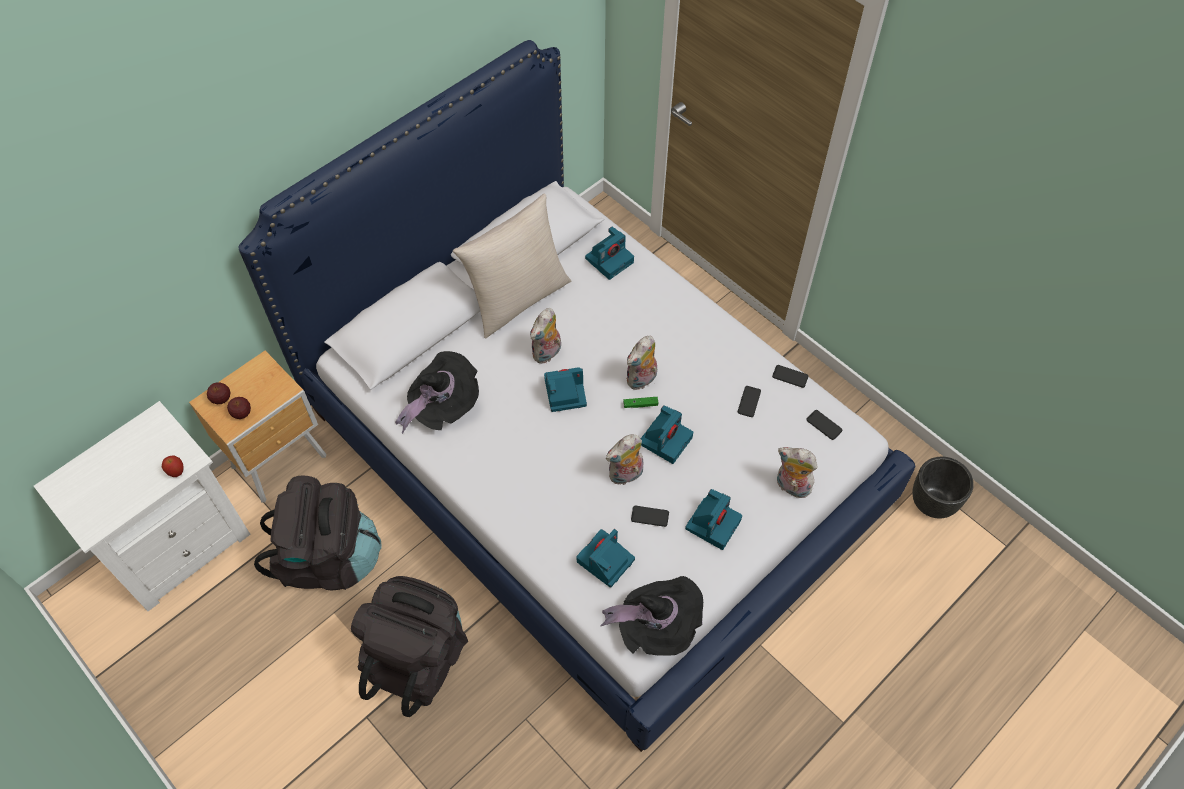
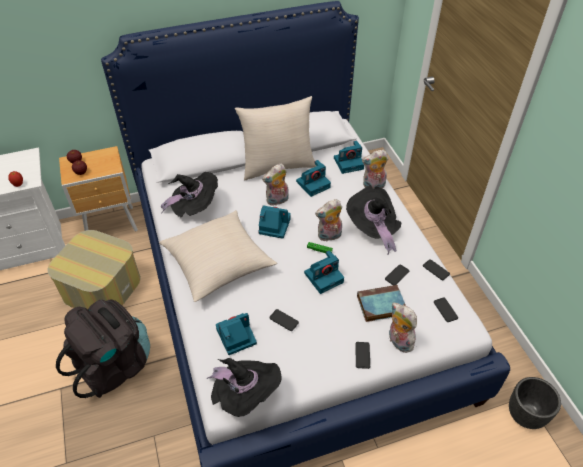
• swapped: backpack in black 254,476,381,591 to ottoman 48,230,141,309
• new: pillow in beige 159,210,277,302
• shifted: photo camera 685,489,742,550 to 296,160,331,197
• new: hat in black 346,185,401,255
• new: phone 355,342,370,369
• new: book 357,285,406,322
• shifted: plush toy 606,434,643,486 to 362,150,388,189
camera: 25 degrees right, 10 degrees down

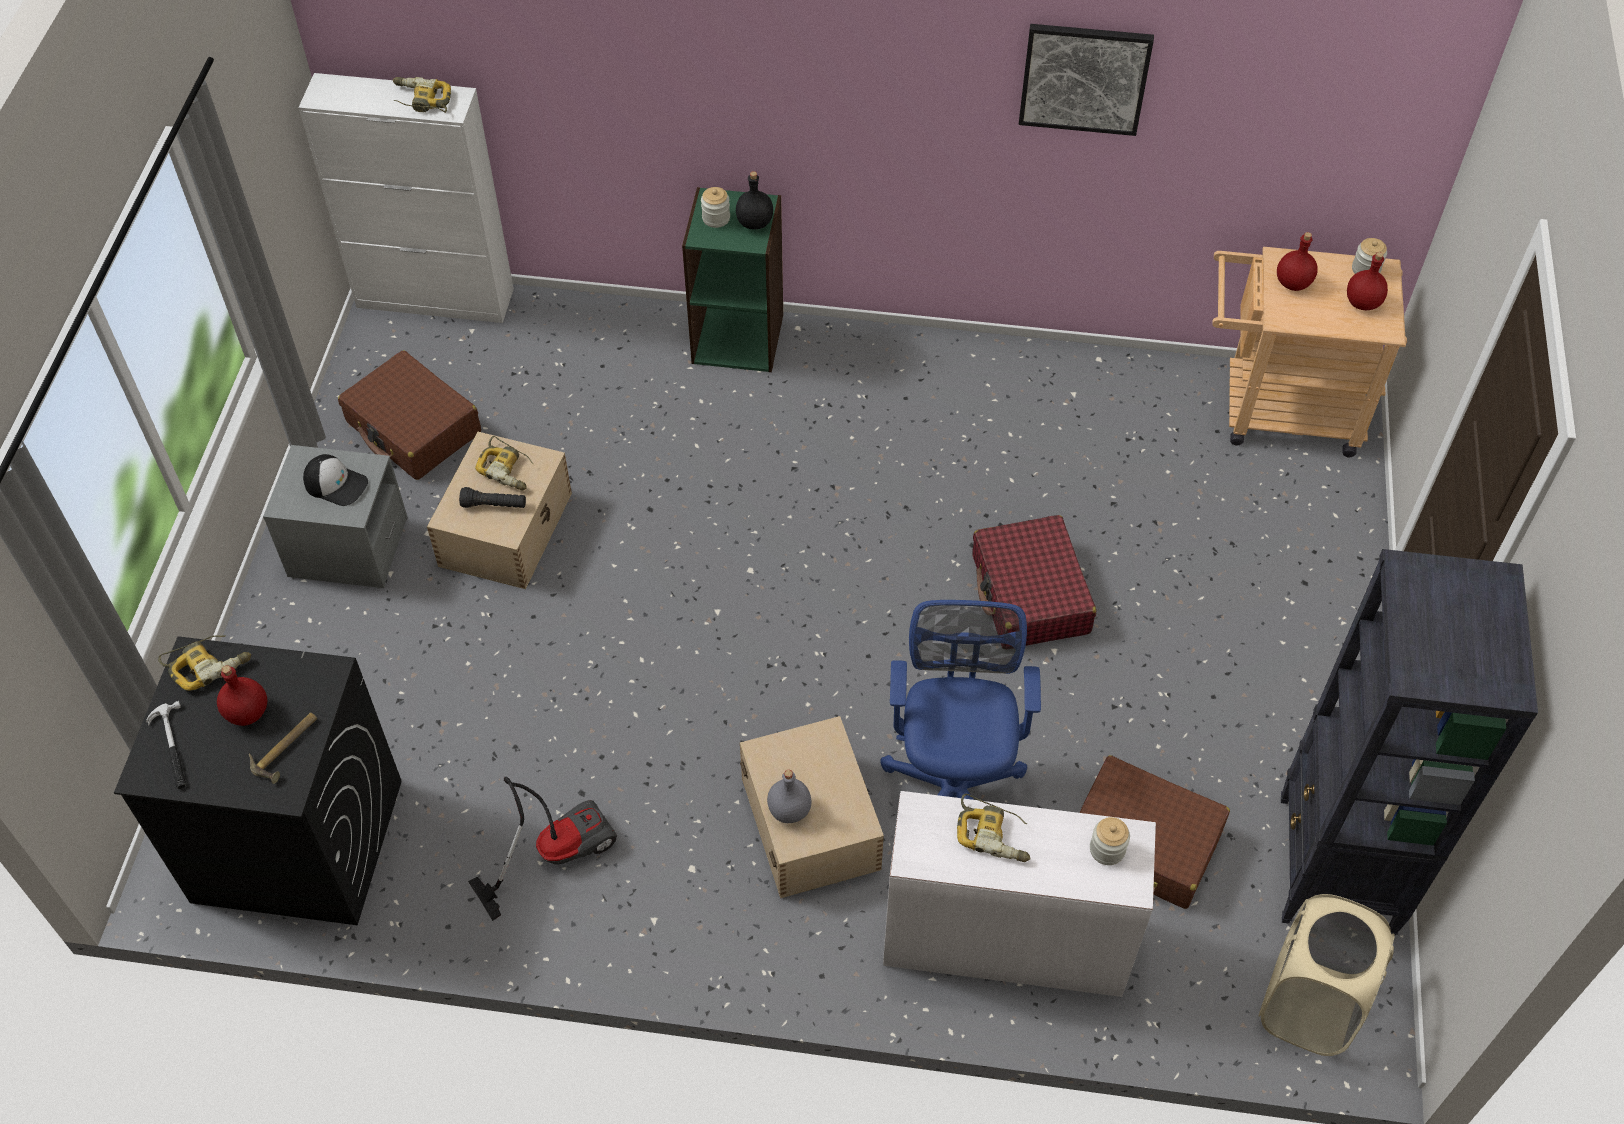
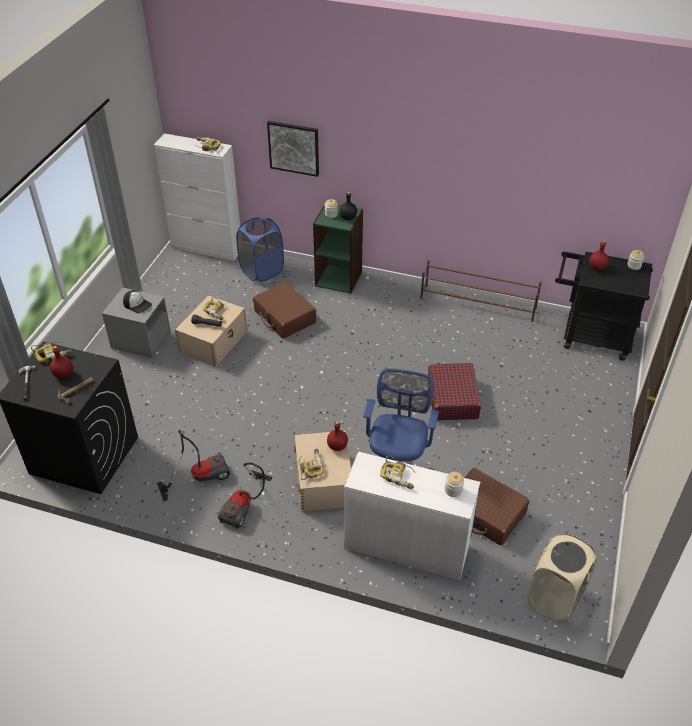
• new: vacuum cleaner 218,462,273,529
• new: laundry basket in blue 236,217,284,282
• shifted: suitcase in brown 338,350,481,480 to 253,282,316,339
• shifted: picture 1018,24,1154,136 to 267,121,319,177
• swapped: bottle in grey 767,770,812,823 to power drill 299,448,324,480
• shifted: bottle in red 1347,252,1388,310 to 327,421,348,451
• new: shoe rack in brown 420,259,542,322
• repainted: cart in beige 1212,247,1407,457 to cart in black 555,252,653,361
• gone: bookcase in black 1281,549,1538,935
camera: 10 degrees right, 10 degrees down

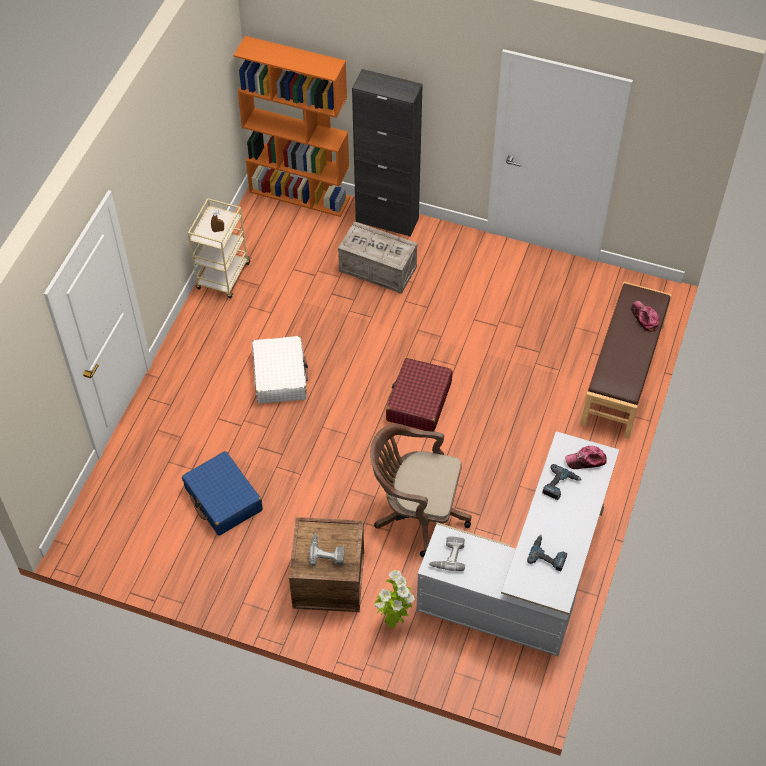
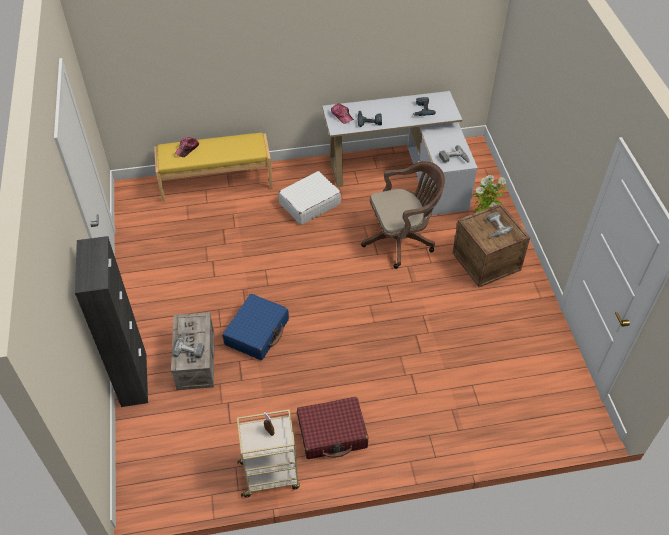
• repainted: bench in brown 580,282,672,439 to bench in yellow 154,133,273,202
• new: power drill 173,332,204,358
• shifted: suitcase in blue 182,451,263,536 to 222,294,289,360
• shifted: suitcase in white 252,336,308,404 to 279,171,341,225
• shifted: suitcase in red 386,358,453,432 to 297,397,368,459
• rotated: office chair in brown 370,424,472,557 = 361,161,445,269 90 degrees counterclockwise
• gone: bookcase in orange 233,36,350,217
camera: 120 degrees left, 5 degrees down

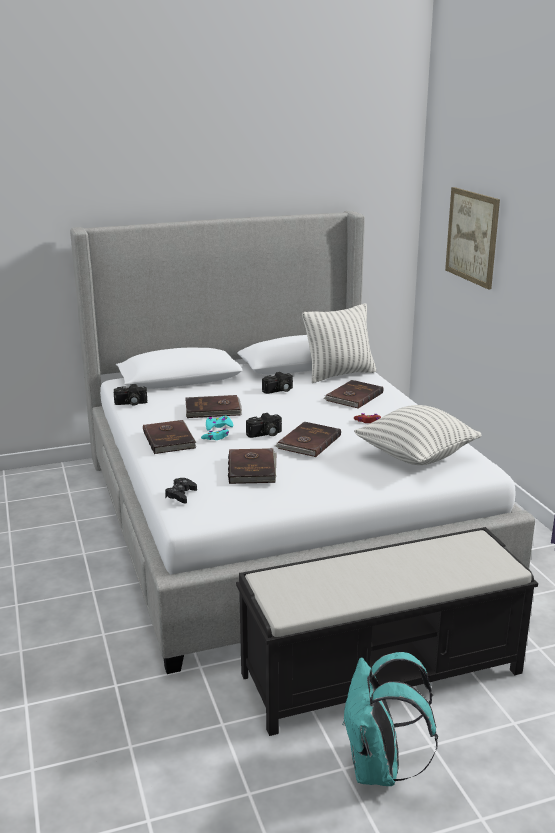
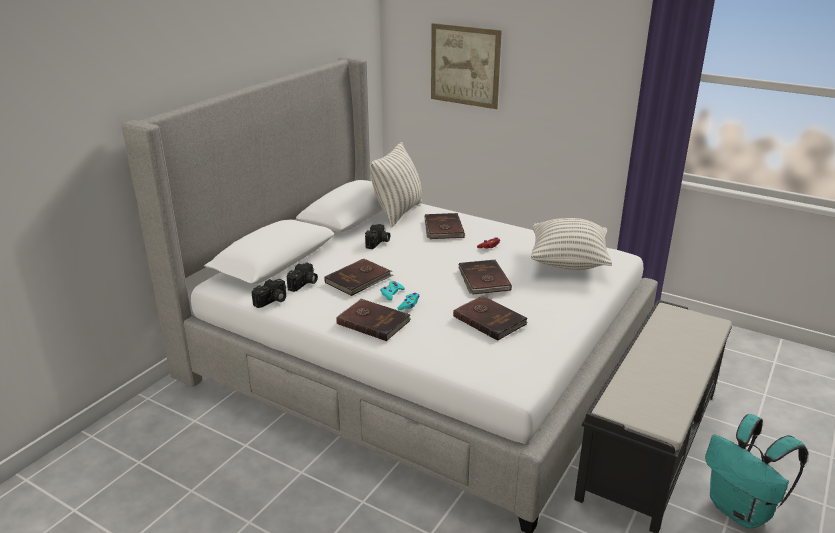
• shifted: photo camera 246,413,282,438 to 287,263,318,292
• gone: game controller in black 165,478,197,503
camera: 40 degrees left, 5 degrees up

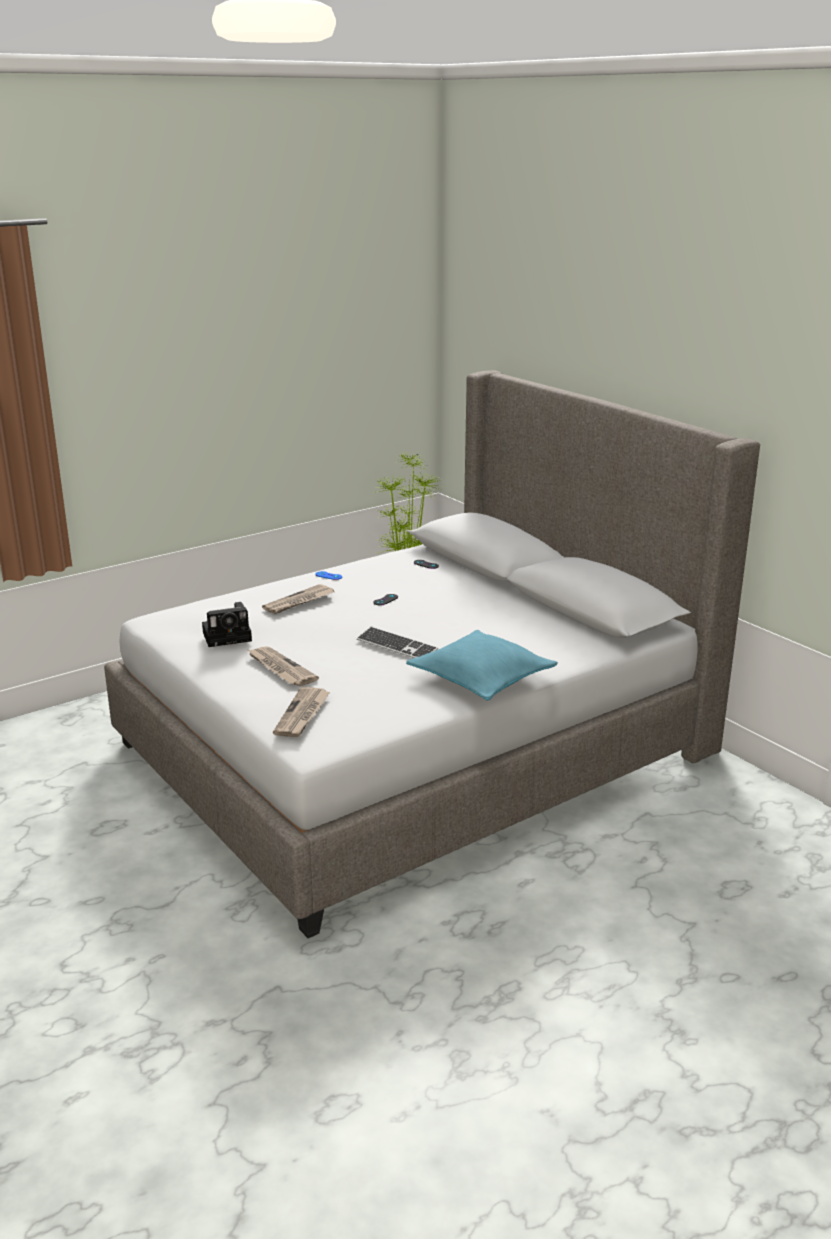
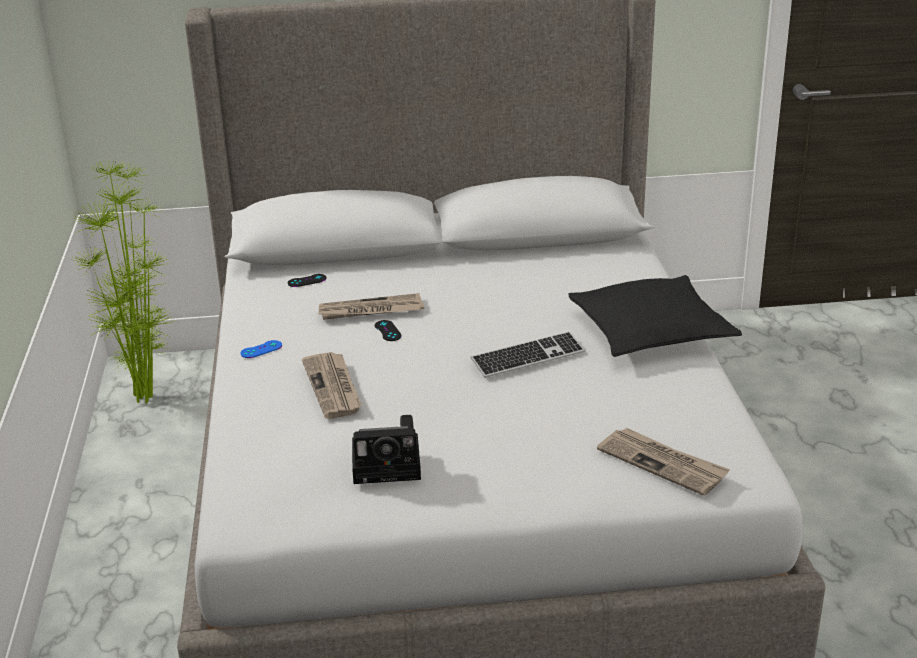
• shifted: newspaper 248,646,319,686 to 319,293,424,320
• rotated: photo camera 202,602,252,647 = 352,415,421,484 75 degrees clockwise
• repainted: pillow in turquoise 406,630,558,700 to pillow in black 568,275,742,357
camera: 60 degrees left, 5 degrees up

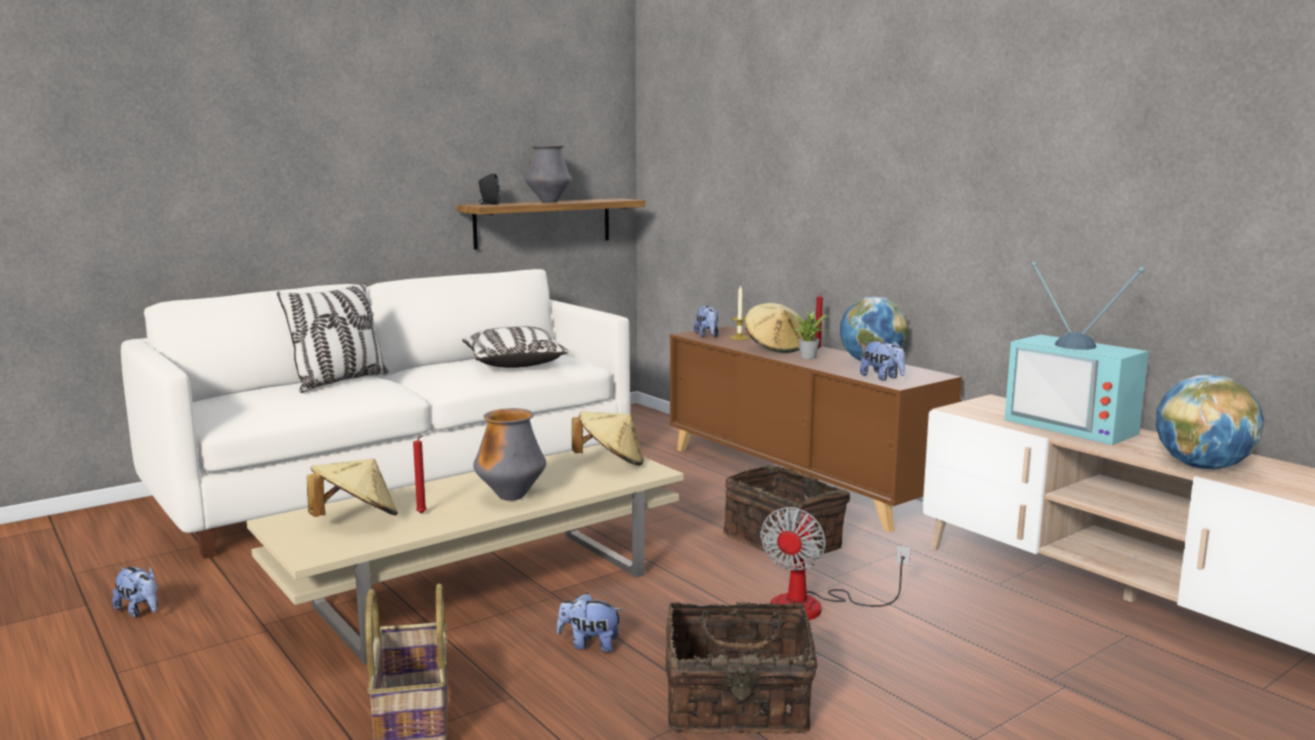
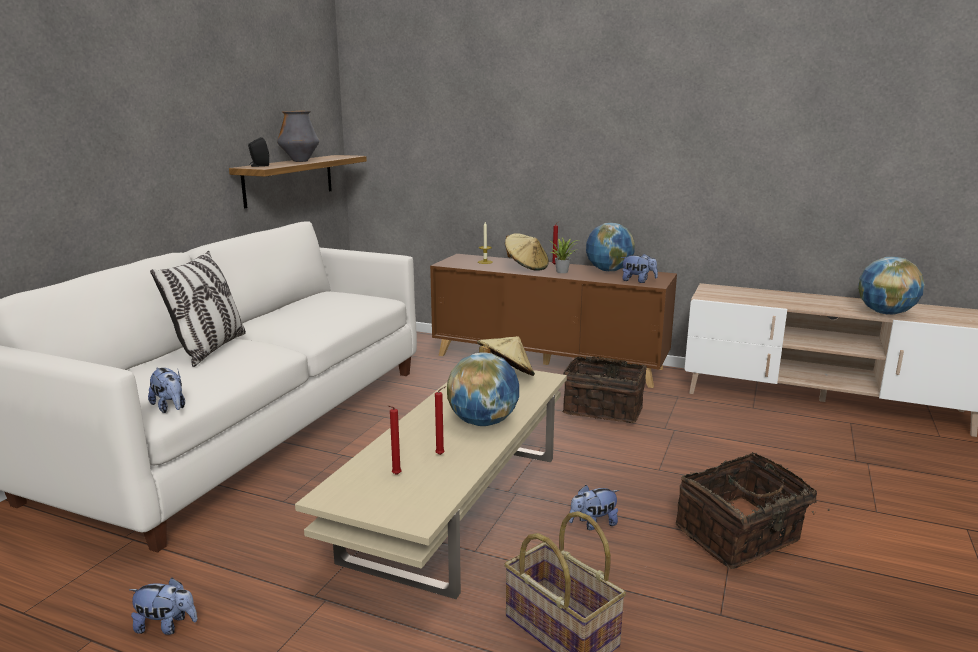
• shifted: plush toy 694,306,718,338 to 148,367,185,413
• swapped: hat in beige 307,459,398,517 to candle in red 388,405,401,475
• swapped: vase 473,408,546,501 to globe 447,352,519,426
• gone: pillow 462,326,569,368
• gone: fan 760,507,911,620
• gone: television 1005,262,1149,445
camera: 30 degrees left, 5 degrees up

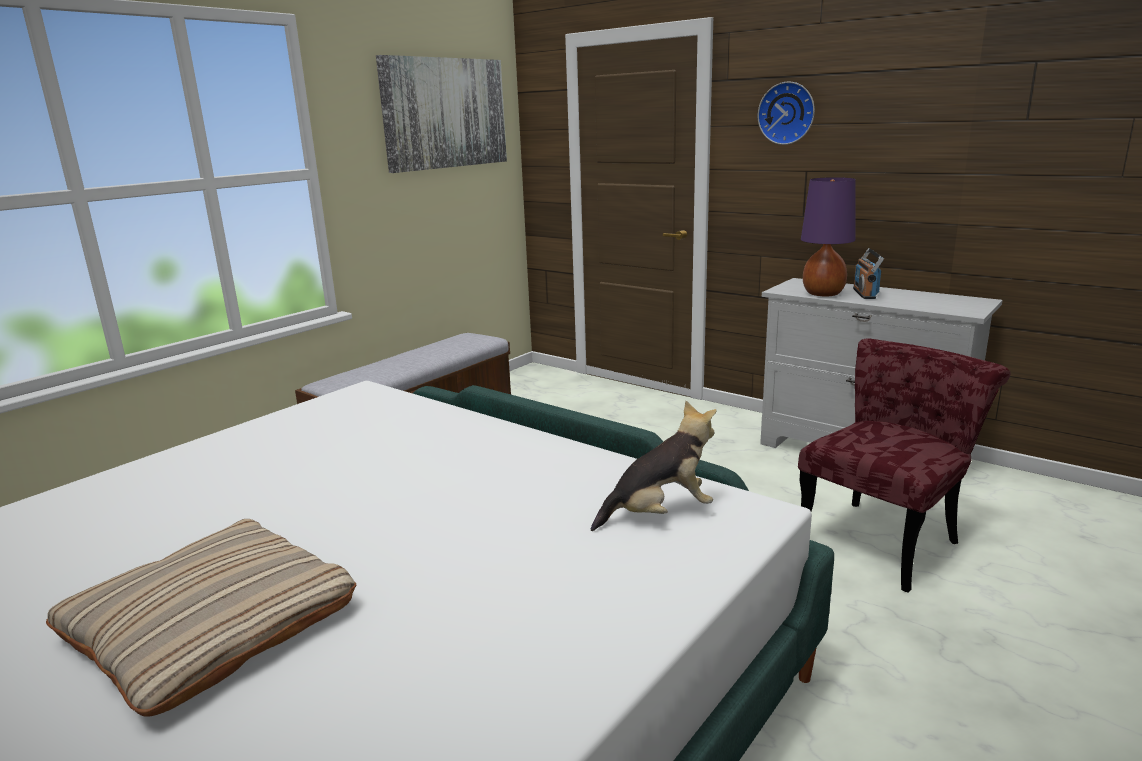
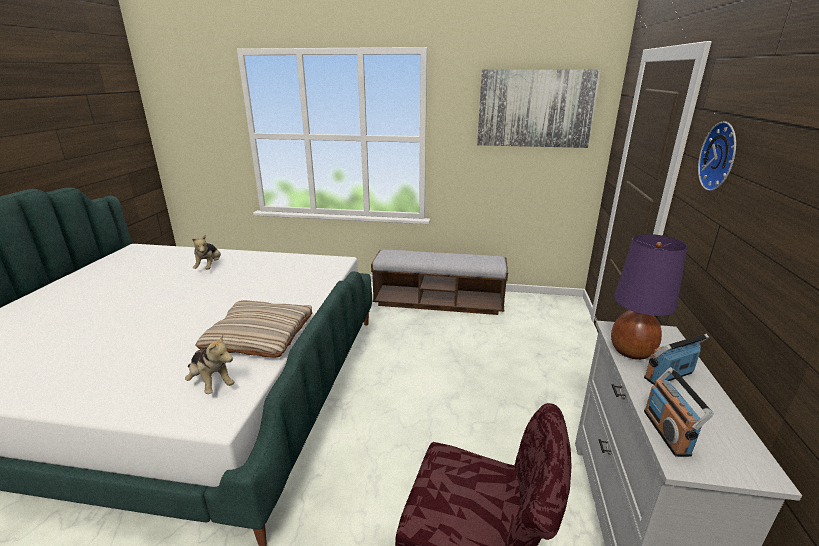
• new: plush toy 192,235,221,270
• shifted: pillow in beige 46,519,356,717 to 195,300,312,358
• new: radio 644,367,714,457
camera: 60 degrees right, 5 degrees up

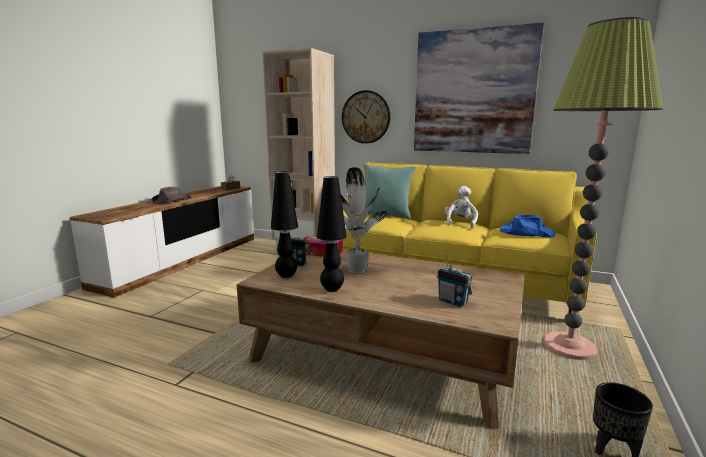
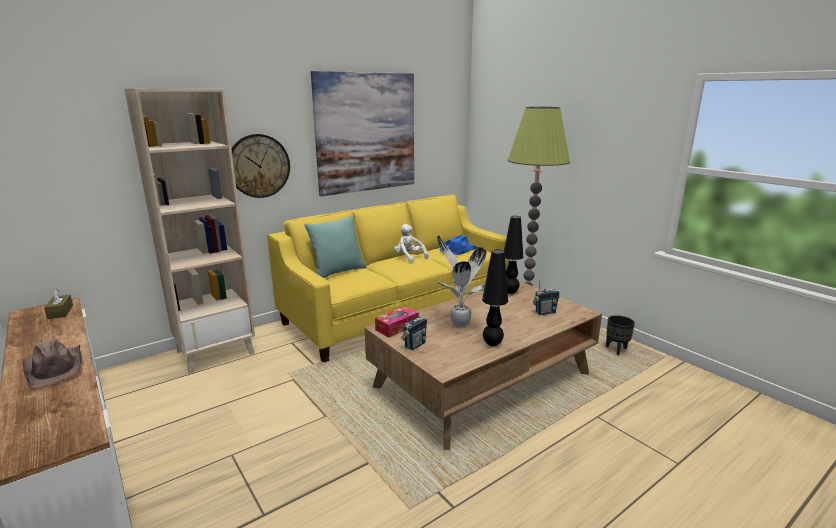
• shifted: table lamp in black 271,171,298,278 to 504,216,523,294
camera: 60 degrees left, 5 degrees up

